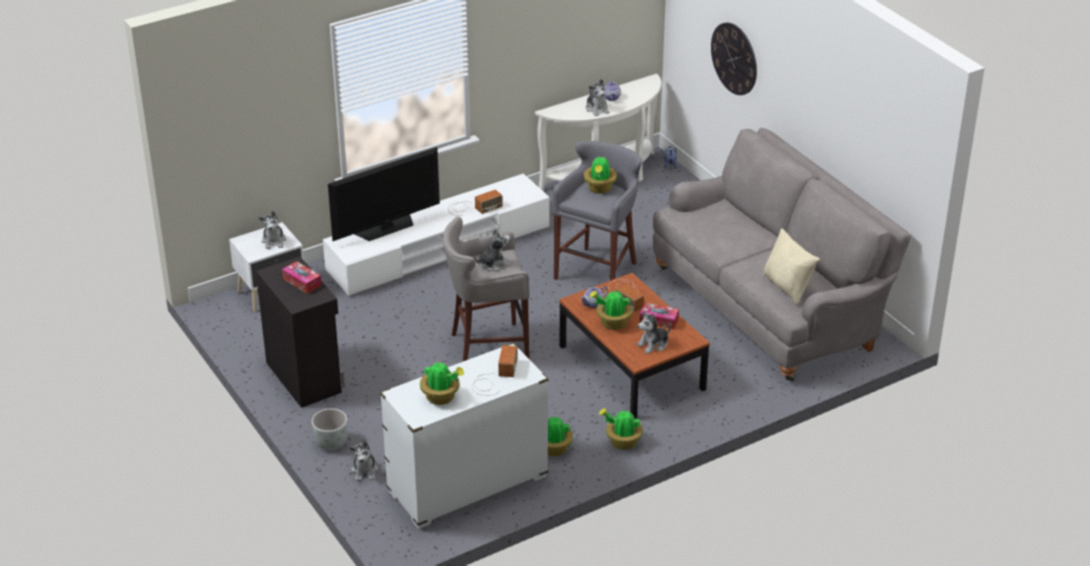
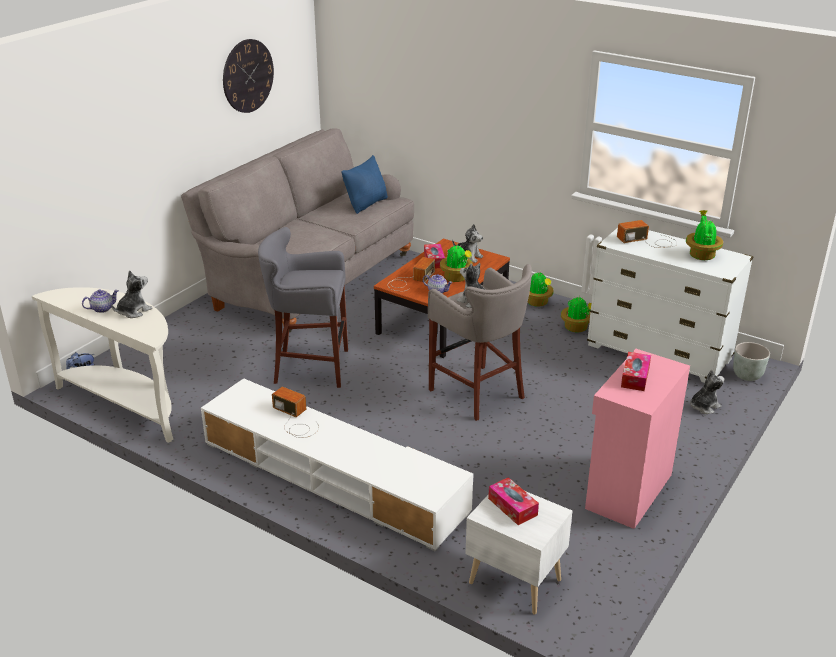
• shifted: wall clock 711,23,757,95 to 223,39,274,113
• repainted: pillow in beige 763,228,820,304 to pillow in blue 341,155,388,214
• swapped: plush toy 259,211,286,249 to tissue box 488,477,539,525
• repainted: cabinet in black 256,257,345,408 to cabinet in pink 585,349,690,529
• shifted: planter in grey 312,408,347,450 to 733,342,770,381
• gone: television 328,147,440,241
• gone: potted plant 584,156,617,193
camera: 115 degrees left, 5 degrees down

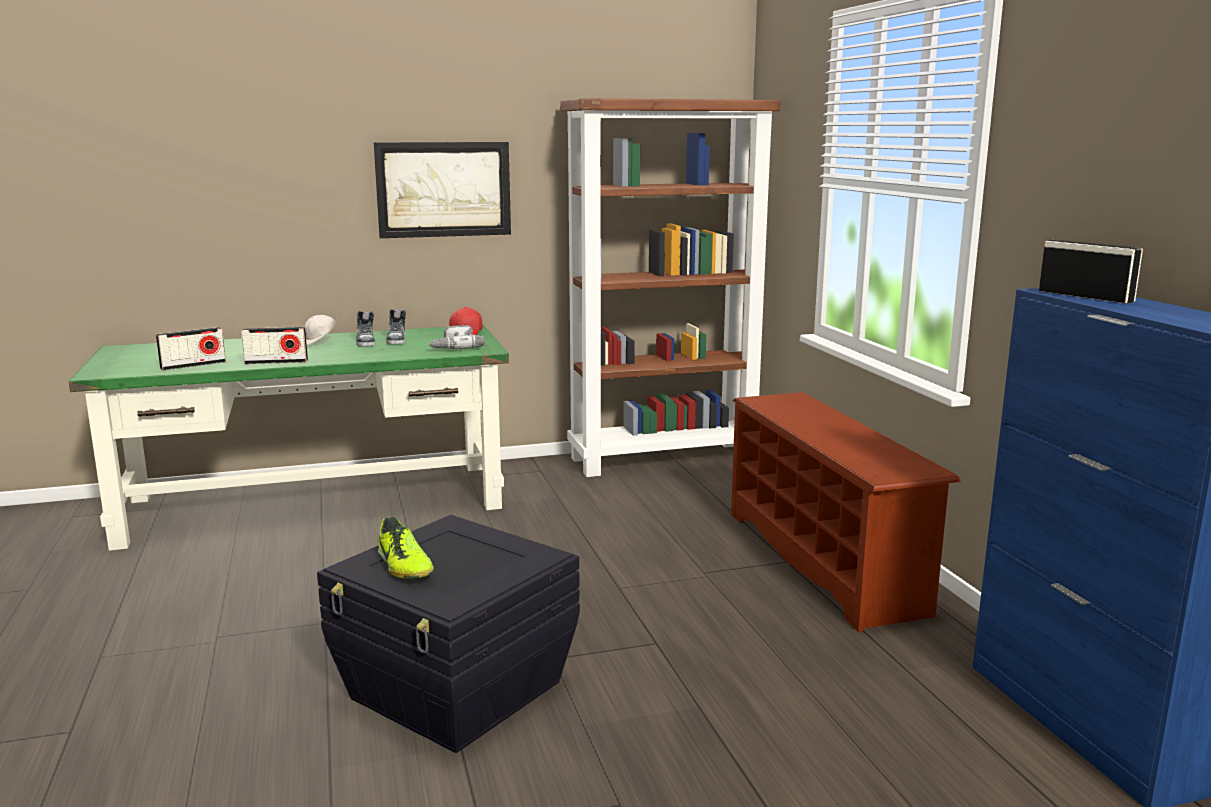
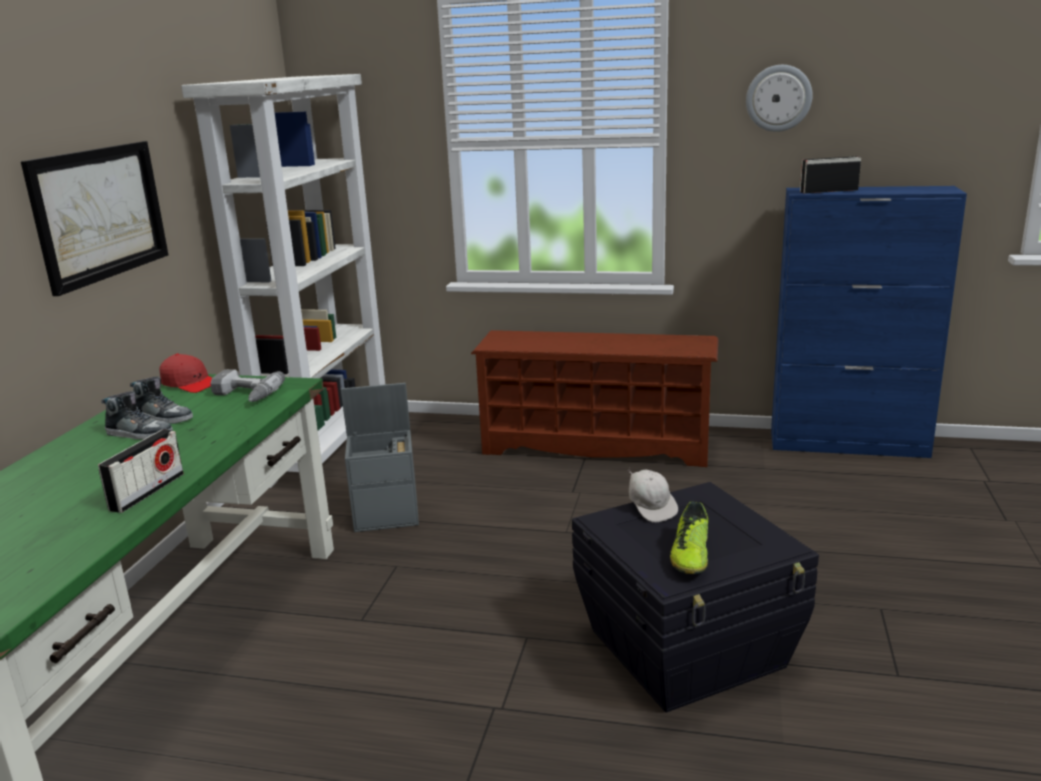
• repainted: bookcase in brown 560,98,781,477 to bookcase in white 181,74,385,488
• new: storage box in grey 341,383,419,532
• shifted: cap in white 304,315,337,345 to 628,468,678,522
• rotated: shoe 378,517,434,579 = 670,501,708,574 105 degrees clockwise
• new: wall clock 746,65,813,132
• gone: radio 156,327,226,370
camera: 60 degrees left, 5 degrees up

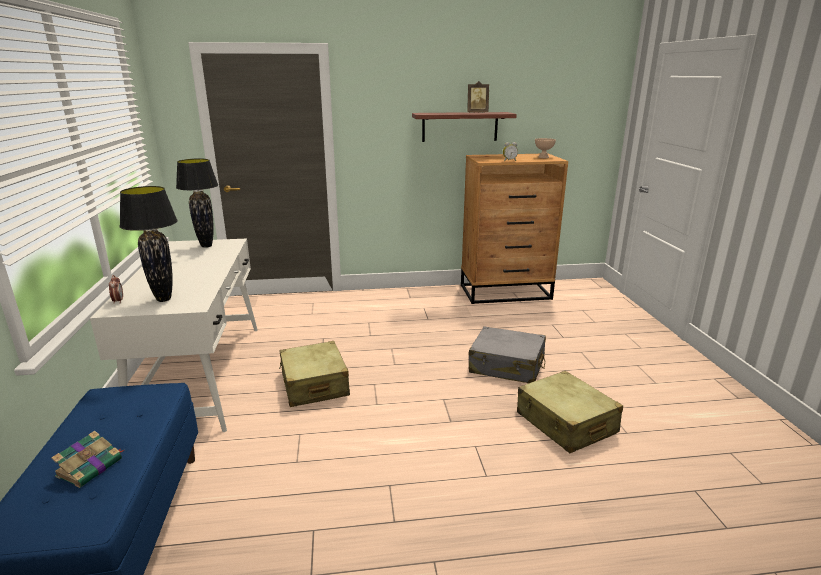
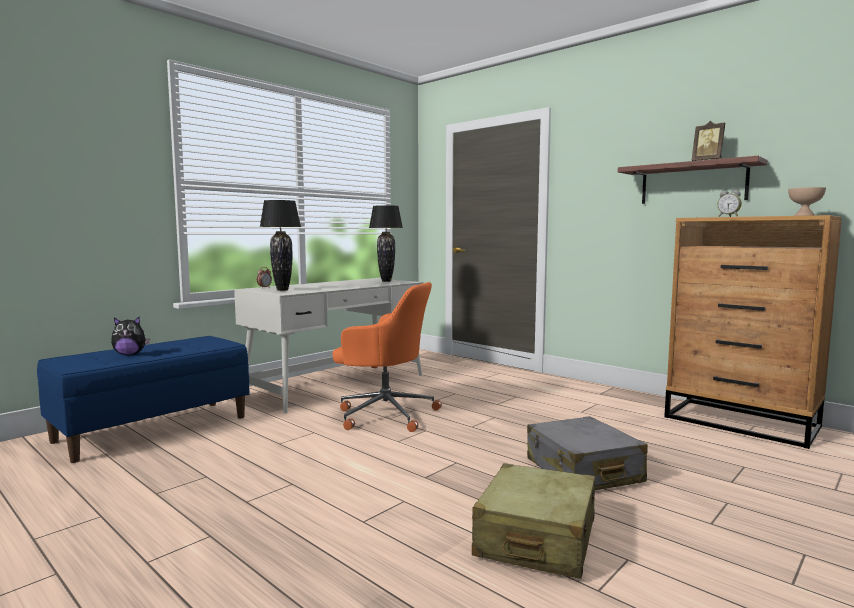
• swapped: book 51,431,124,488 to plush toy 111,317,150,355
• swapped: suitcase in beige 279,341,350,407 to office chair in orange 333,282,442,432
camera: 50 degrees right, 15 degrees down

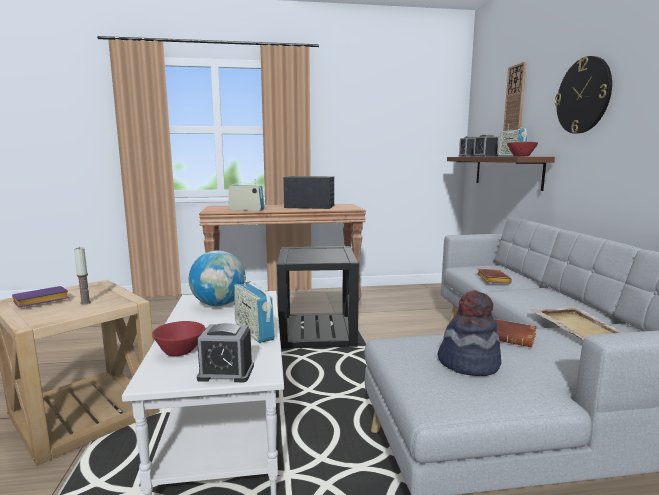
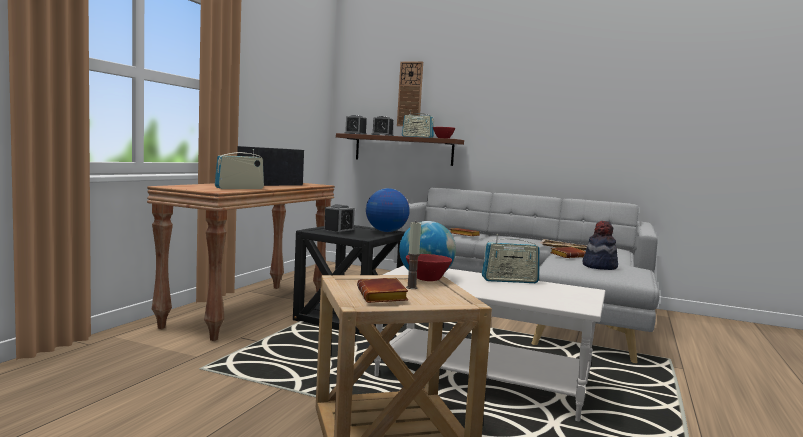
• shifted: alarm clock 197,323,254,382 to 323,204,355,234
• repainted: book in purple 12,286,69,308 to book in brown 357,278,408,303
• new: globe 366,188,410,232
• shifted: bowl in red 152,321,205,356 to 406,254,452,281
• gone: wall clock 555,56,612,134
camera: 60 degrees left, 5 degrees down

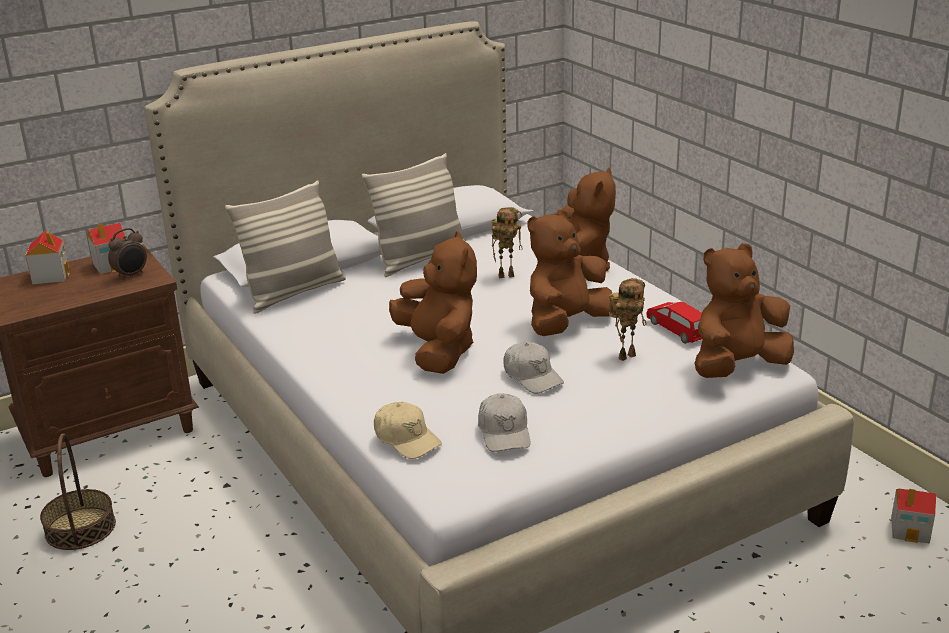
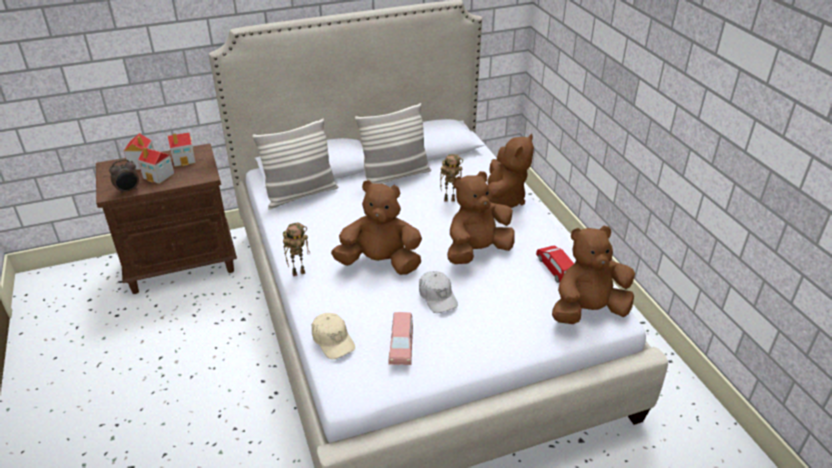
• shifted: alarm clock 108,228,147,280 to 109,159,139,194
• shifted: toy house 891,489,936,544 to 138,147,174,184
• shifted: toy robot 609,278,647,361 to 283,223,310,276
• rotated: plush toy in brown 389,231,477,374 = 331,180,422,275 75 degrees counterclockwise
• swapped: cap in white 478,393,531,452 to toy car in pink 388,312,413,365
• gone: basket 40,433,116,550
camera: 10 degrees right, 10 degrees up

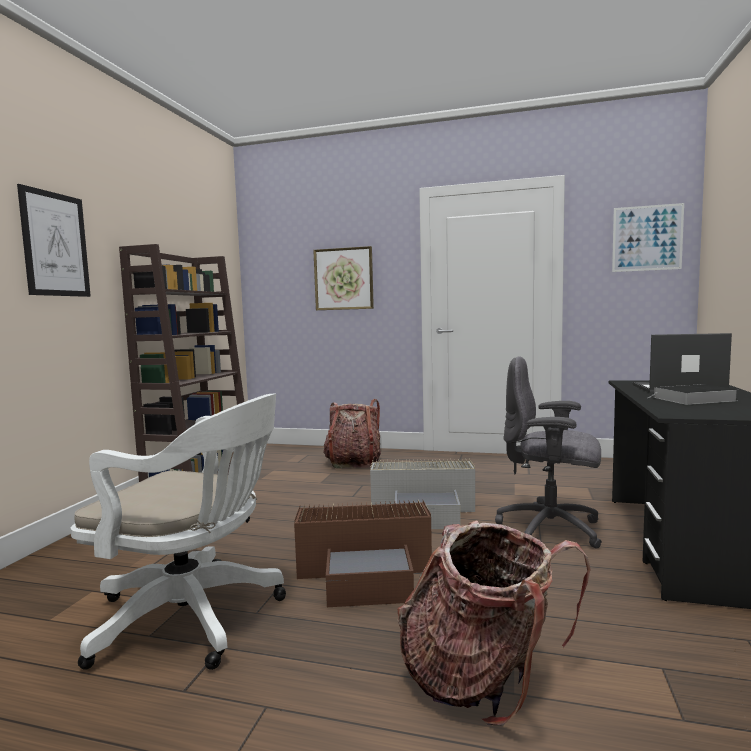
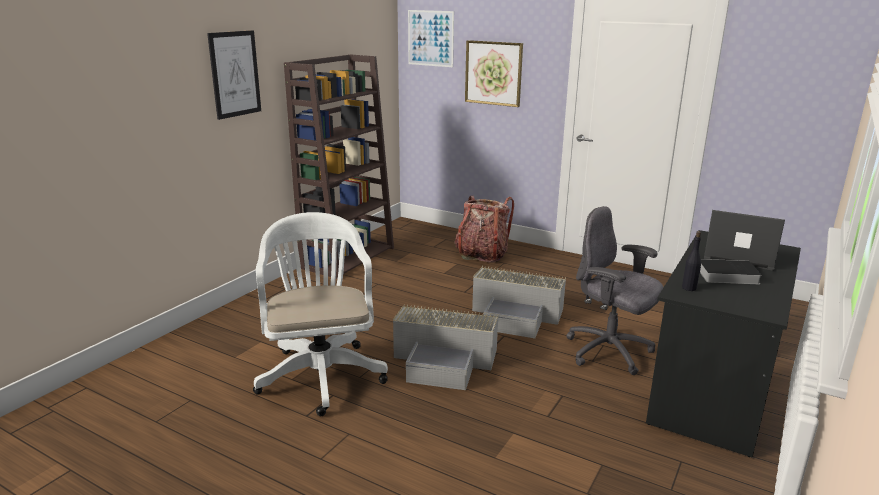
• rotated: office chair in white 70,394,286,670 = 253,212,388,416 135 degrees counterclockwise
• repainted: storage box in brown 294,499,432,607 to storage box in grey 393,304,498,390
• shifted: picture 612,203,684,272 to 408,10,454,67
• new: bottle in black 682,231,701,291
• gone: backpack 397,520,591,725
camera: 15 degrees right, 15 degrees up

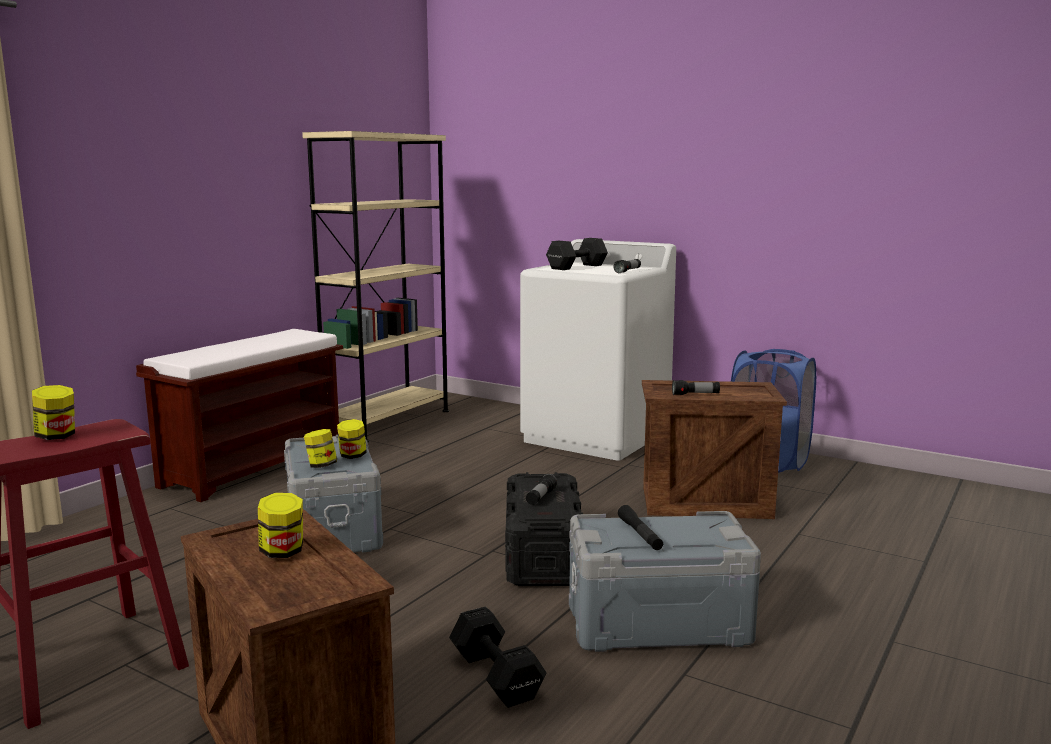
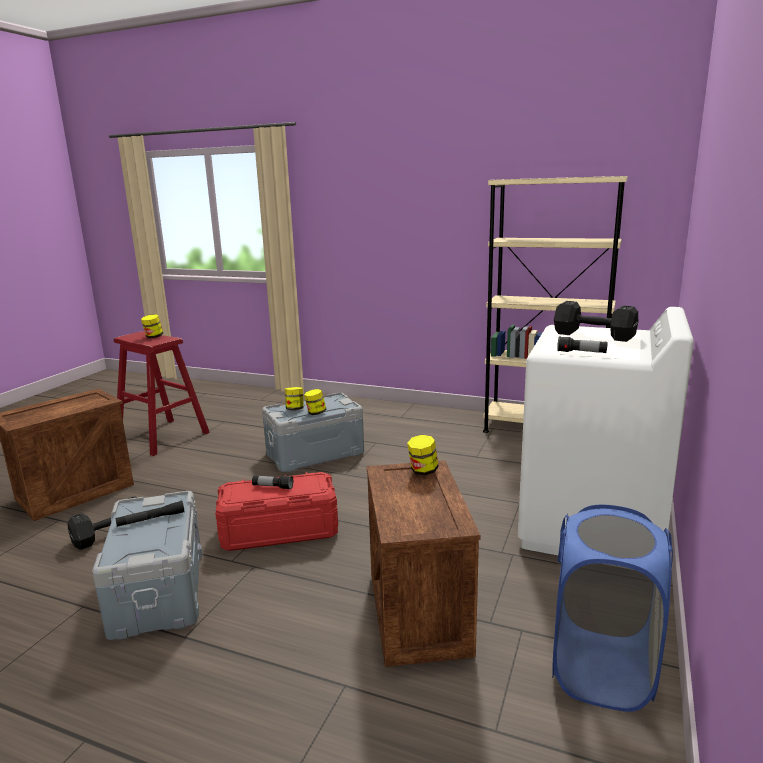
• repainted: storage box in black 505,472,583,586 to storage box in red 215,472,338,551
• shifted: jar 258,493,303,558 to 407,435,439,476
• gone: bench in brown 136,329,343,502
• gone: flashlight 672,380,720,395
camera: 80 degrees right, 5 degrees up

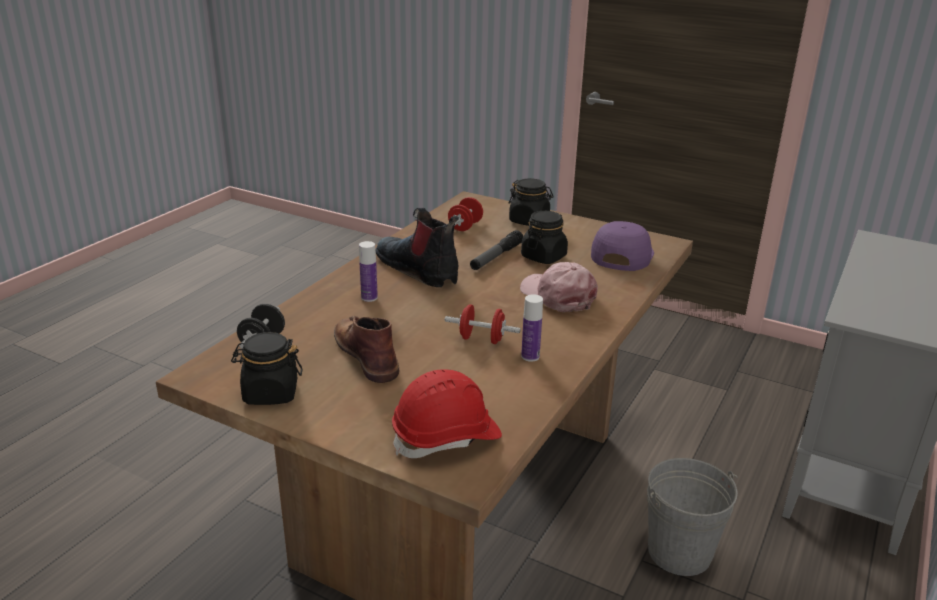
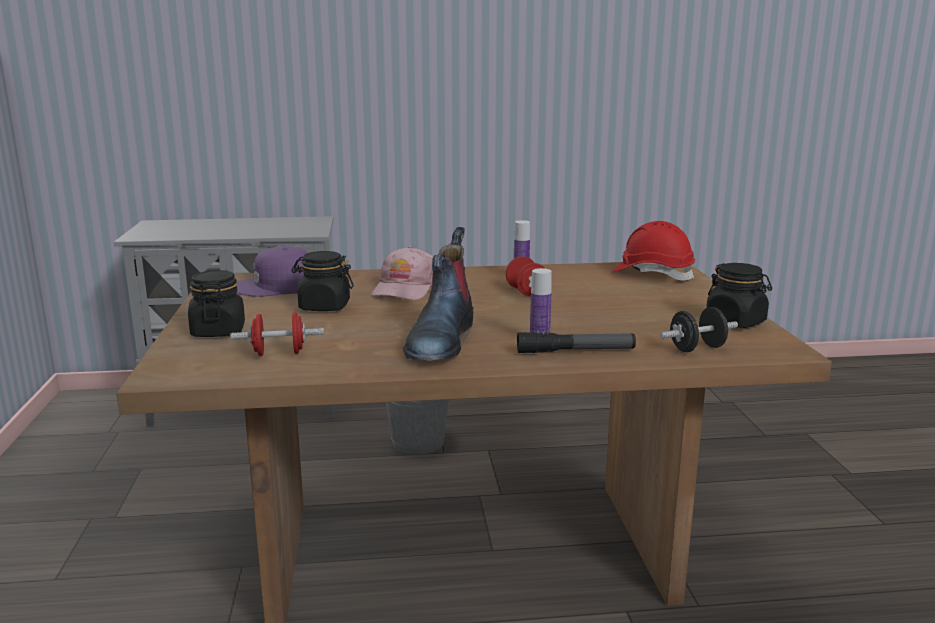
• shifted: flashlight 470,230,523,270 to 517,332,636,353
• gone: boot in brown 334,316,399,383
camera: 125 degrees left, 10 degrees down

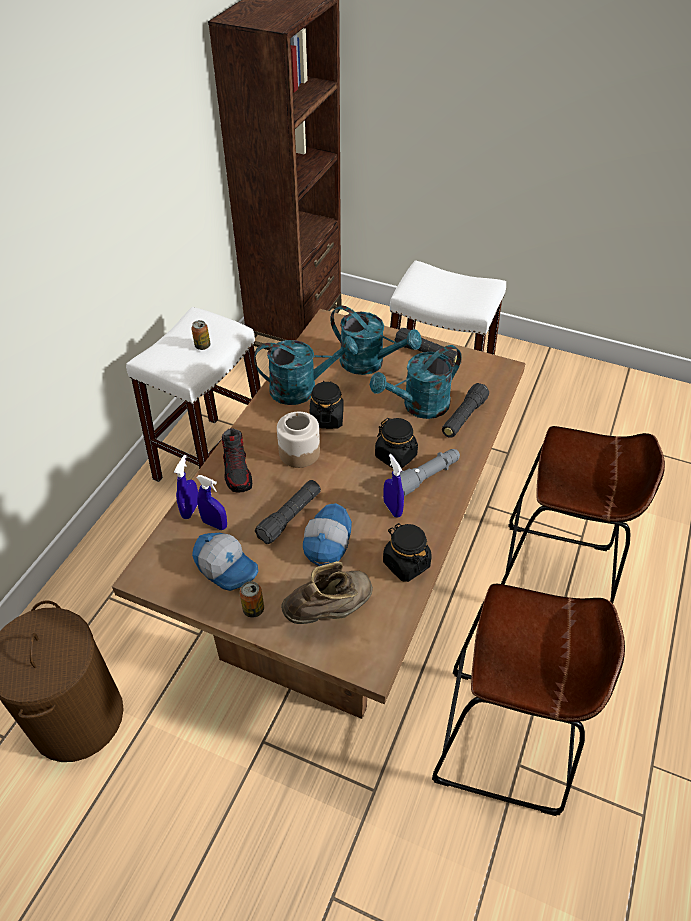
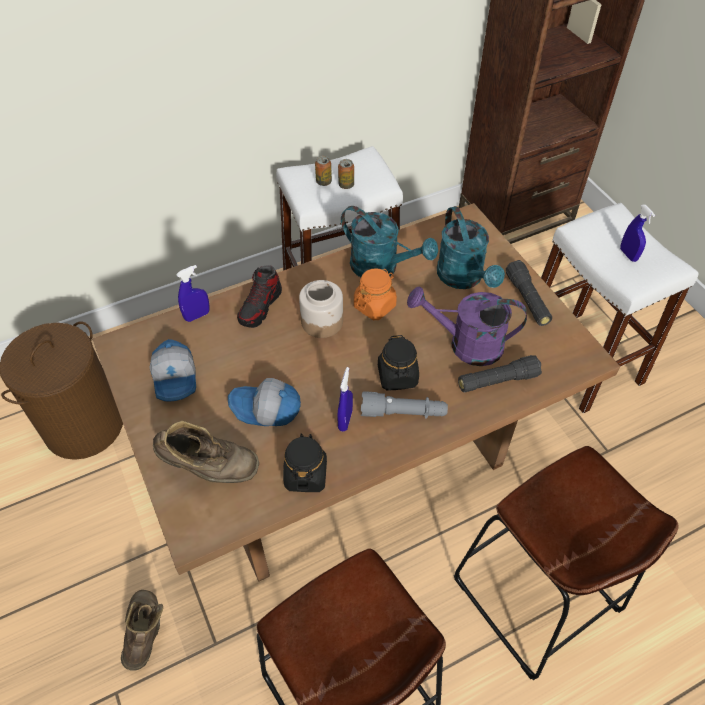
• new: boot in brown 121,590,163,670
• rotated: cap 303,503,352,566 = 228,378,301,426 135 degrees counterclockwise
• shifted: can 239,581,264,618 to 315,156,332,186
• repainted: jar in black 309,381,344,429 to jar in orange 354,269,397,320
• repainted: watering can in turquoise 370,345,461,419 to watering can in purple 407,287,527,366
• shifted: spray bottle in blue 196,475,227,530 to 620,204,655,262
• gone: flashlight in black 255,480,321,544
camera: 40 degrees right, 5 degrees up

